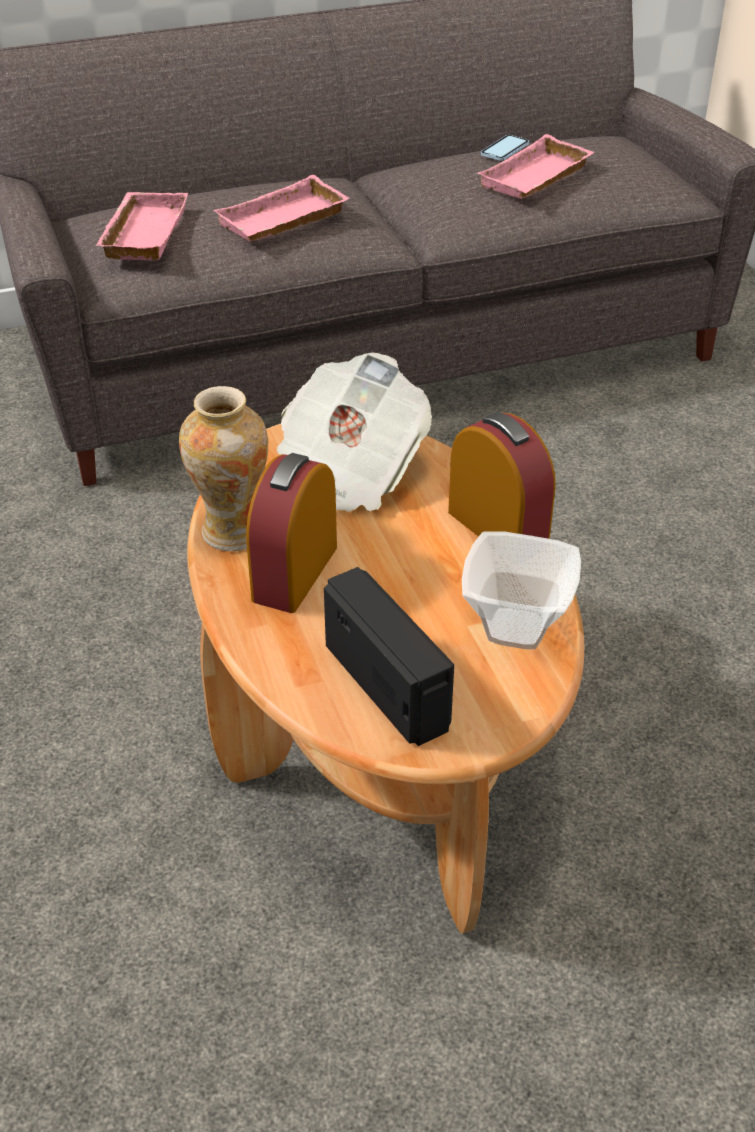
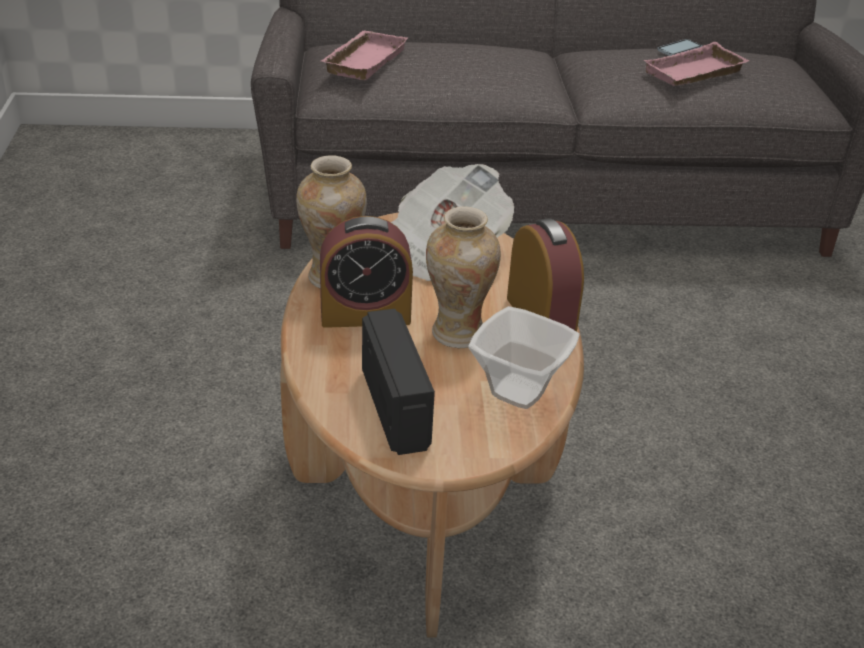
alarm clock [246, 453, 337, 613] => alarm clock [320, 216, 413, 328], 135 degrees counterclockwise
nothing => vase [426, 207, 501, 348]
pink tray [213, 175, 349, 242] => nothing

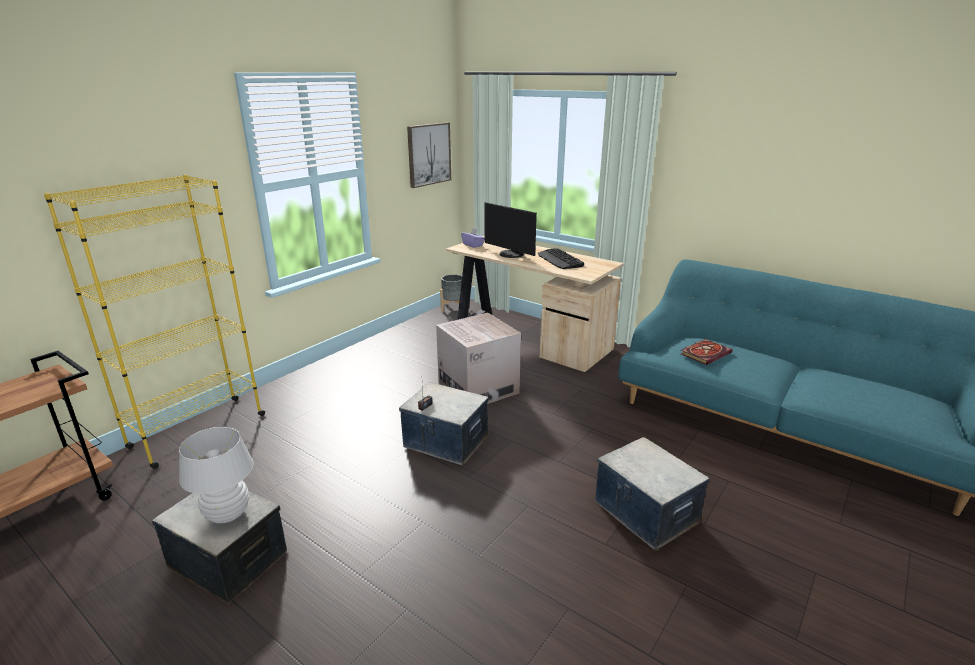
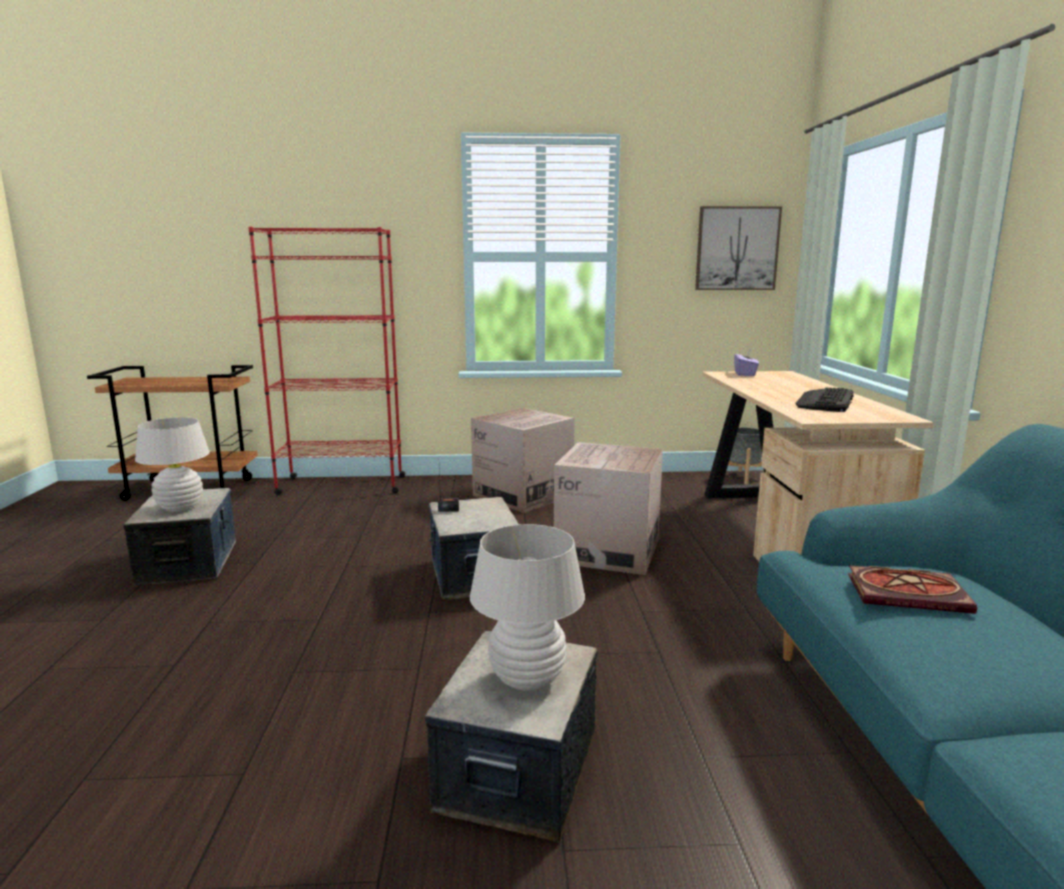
yellow bookcase [44, 174, 265, 469] => red bookcase [248, 227, 406, 495]
nothing => white table lamp [470, 524, 585, 691]
nothing => cardboard box [471, 408, 575, 513]
monitor [484, 202, 537, 258] => nothing

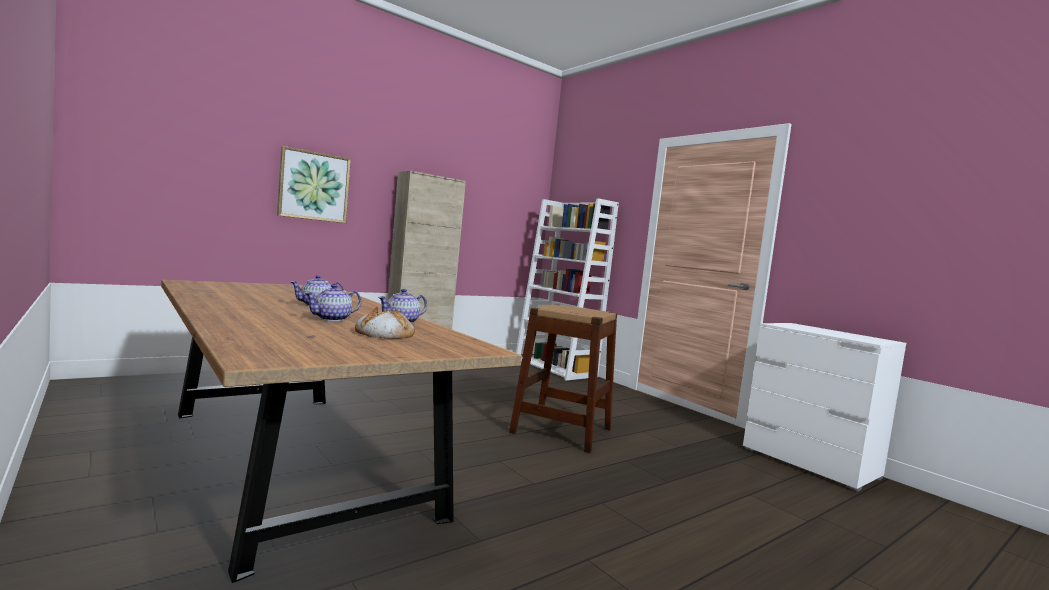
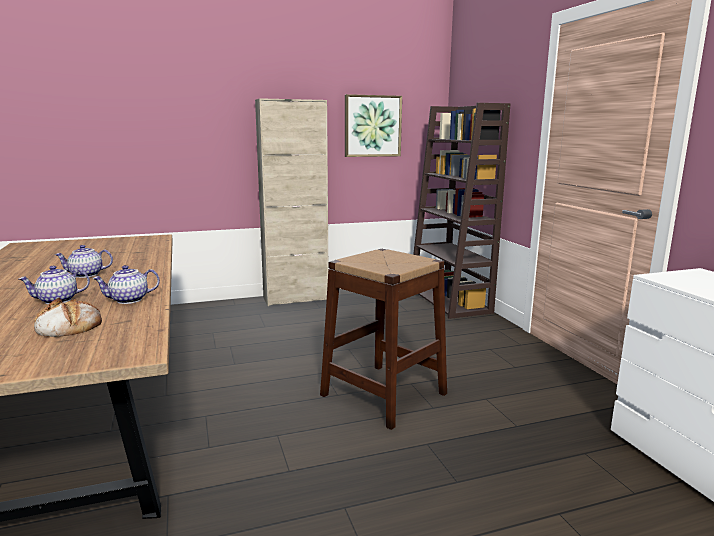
picture [277, 146, 351, 223] => picture [345, 94, 402, 157], move
white bookcase [516, 198, 619, 380] => brown bookcase [413, 103, 511, 319]

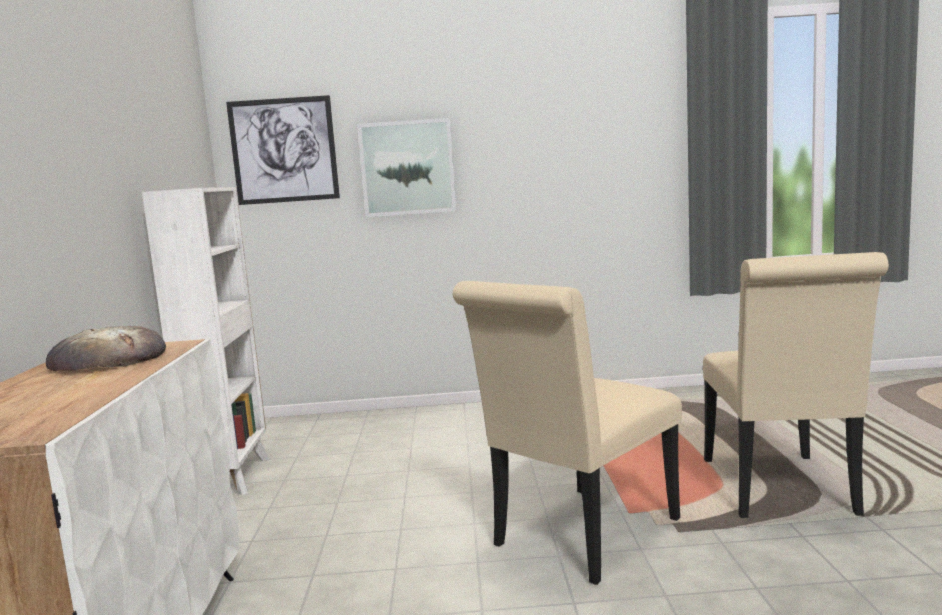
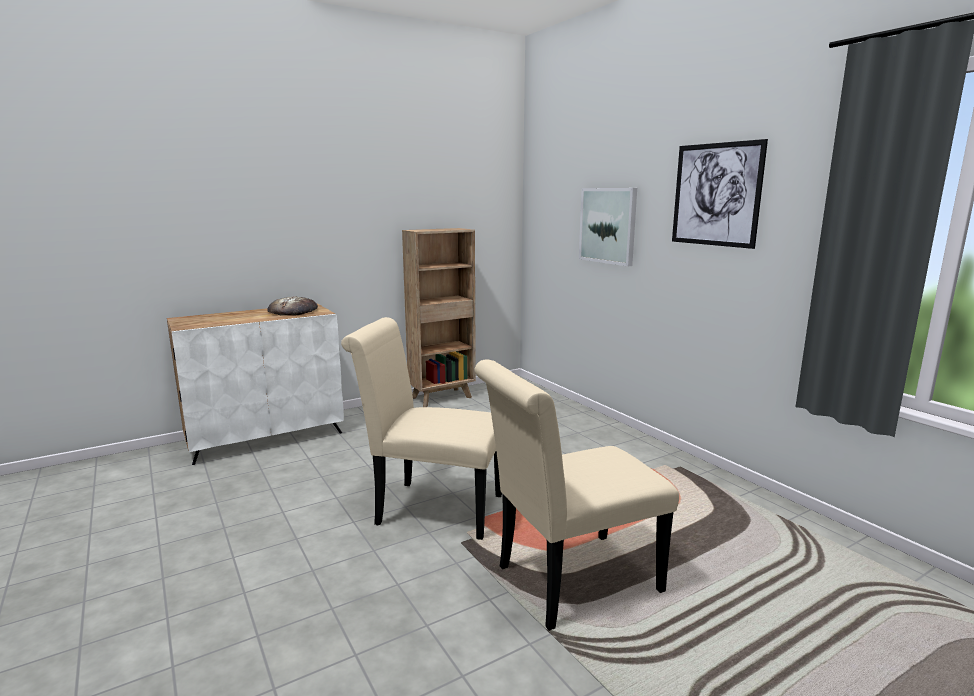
white bookcase [142, 187, 269, 495] => brown bookcase [402, 228, 476, 407]
picture [226, 95, 340, 205] => picture [672, 139, 768, 249], move

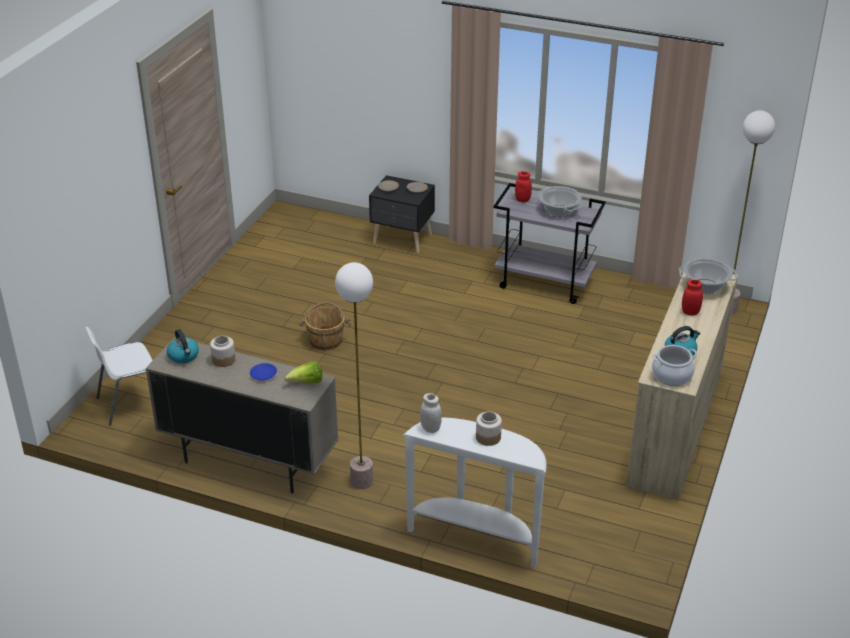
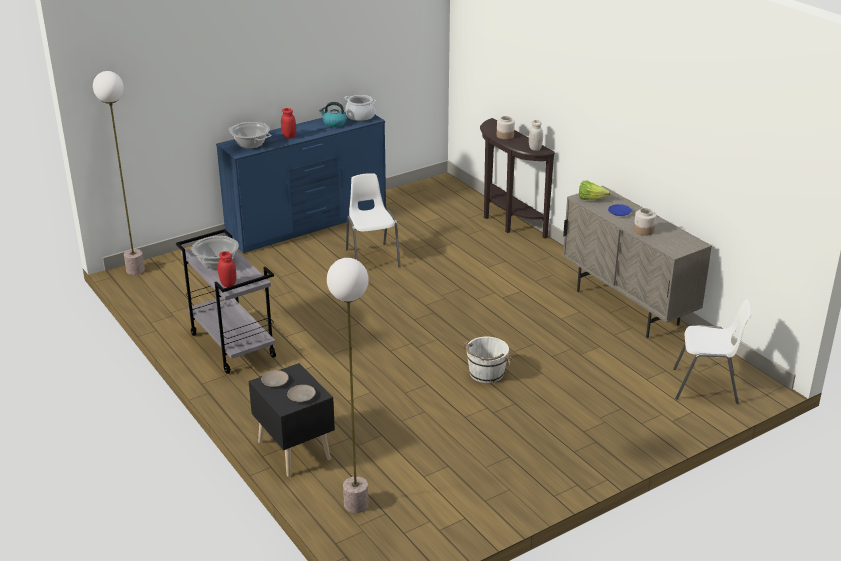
beige dresser [626, 272, 738, 500] => blue dresser [216, 112, 386, 254]
floor lamp [335, 262, 373, 489] => floor lamp [327, 258, 369, 513], move
nothing => white chair [346, 173, 401, 267]
brown bucket [299, 302, 351, 351] => white bucket [463, 337, 512, 383]
white console table [403, 418, 546, 568] => brown console table [480, 118, 555, 239]
kettle [167, 329, 199, 364] => nothing

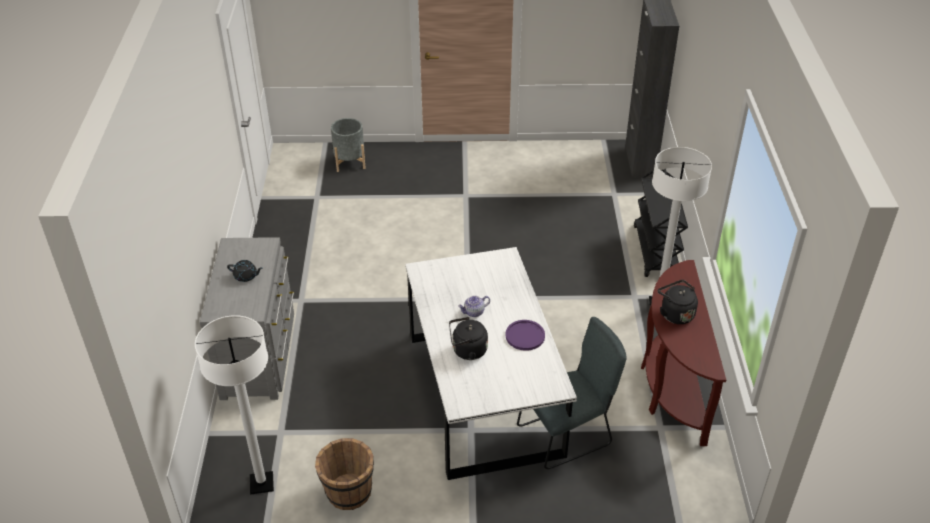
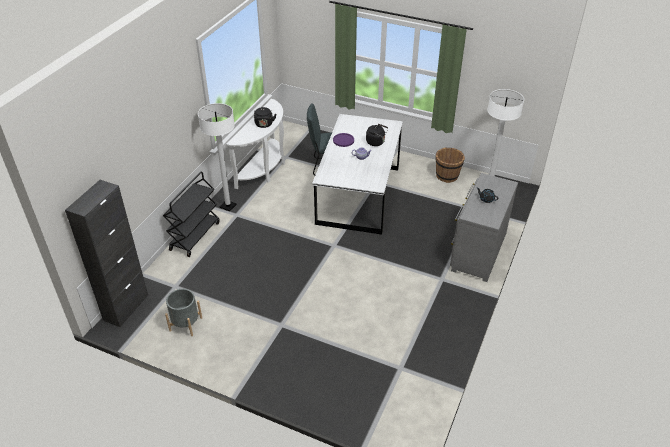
grey planter [331, 118, 366, 172] => grey planter [165, 289, 202, 336], move
brown console table [641, 260, 726, 446] => white console table [226, 99, 285, 189]

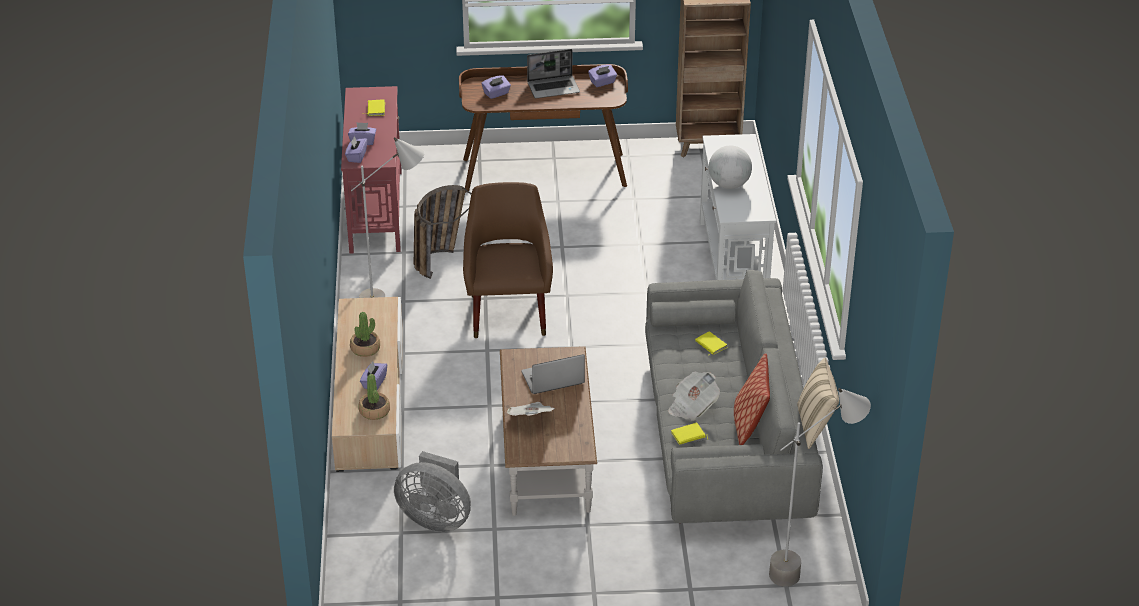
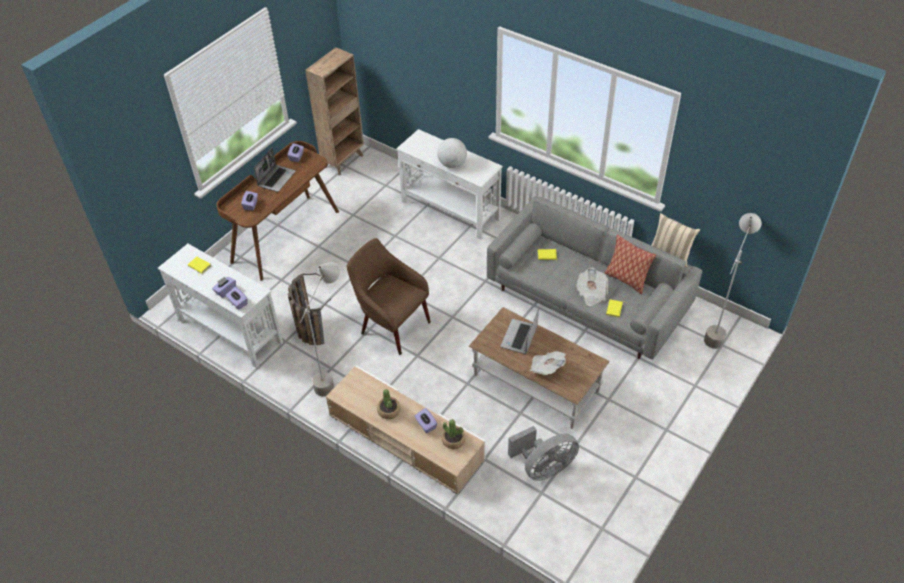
red console table [341, 86, 402, 254] => white console table [158, 244, 283, 368]

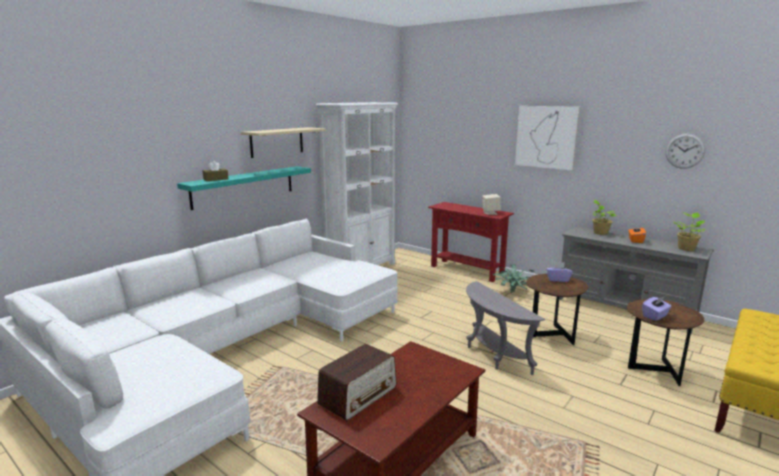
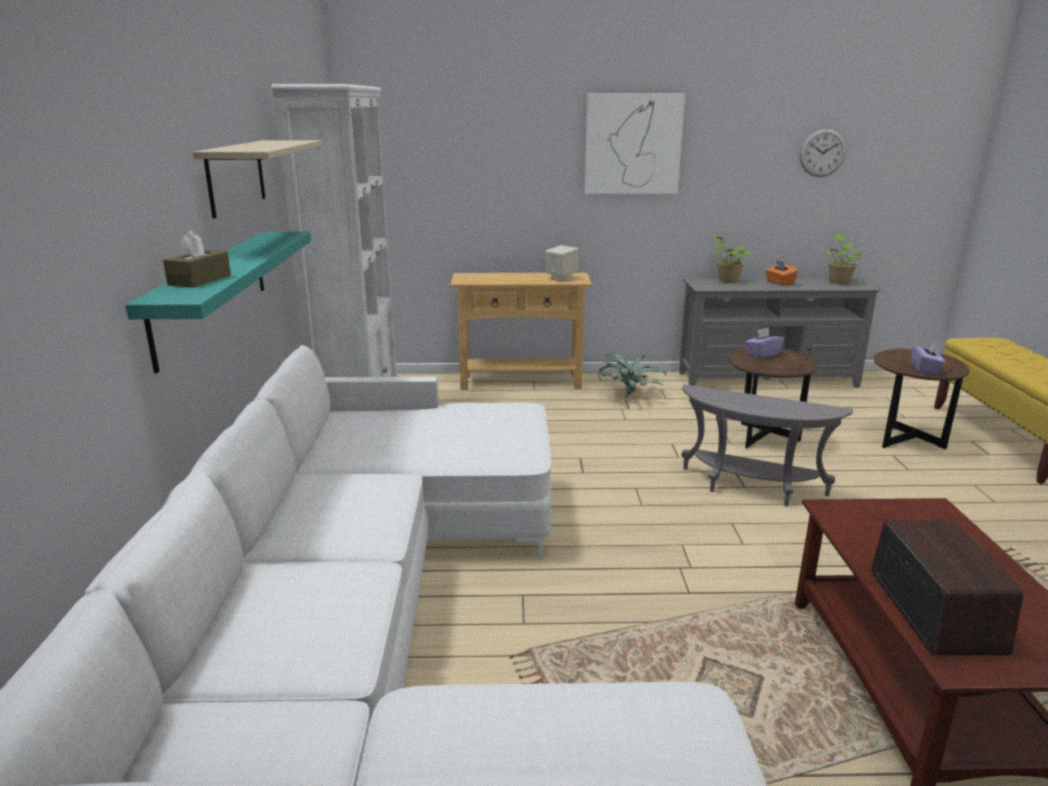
red console table [428, 202, 514, 282] => beige console table [450, 273, 592, 390]

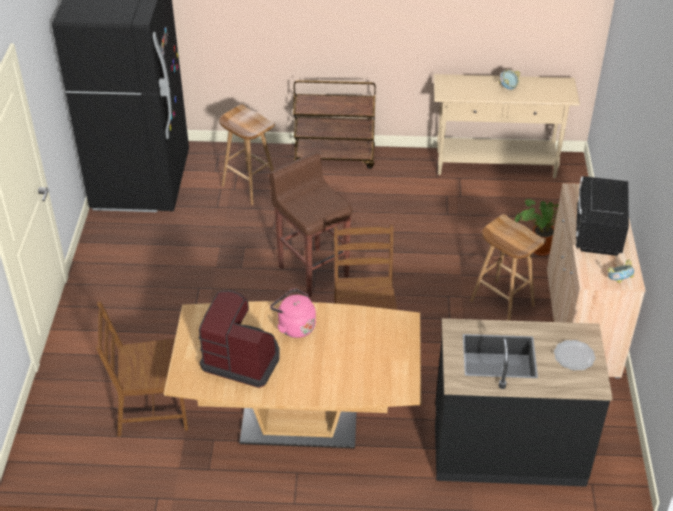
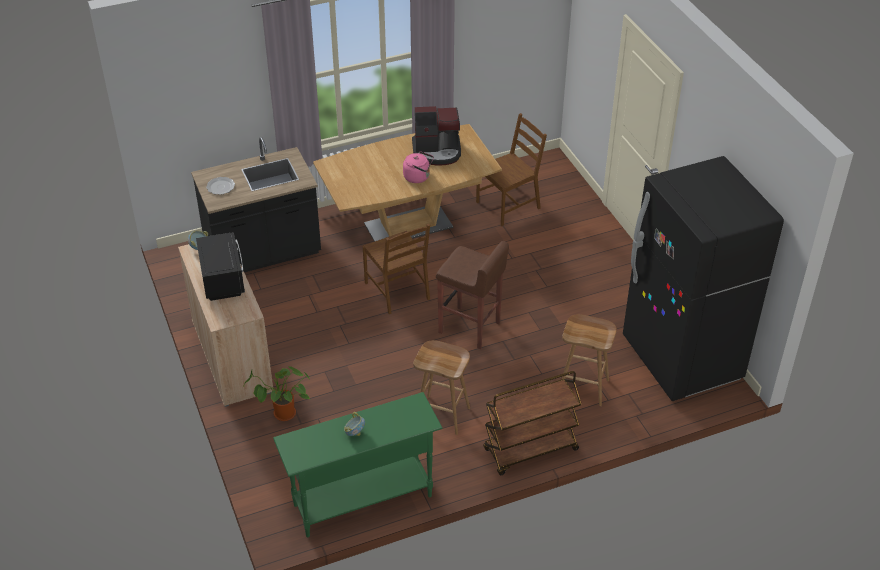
beige console table [433, 74, 580, 178] => green console table [273, 392, 442, 537]
brown stool [470, 214, 546, 321] => brown stool [413, 340, 470, 435], move

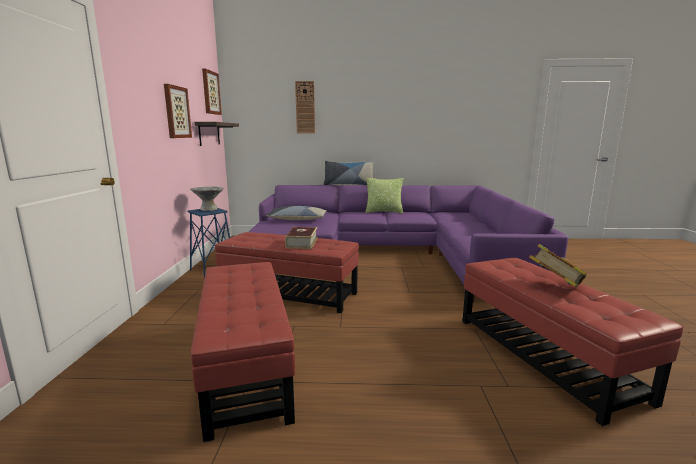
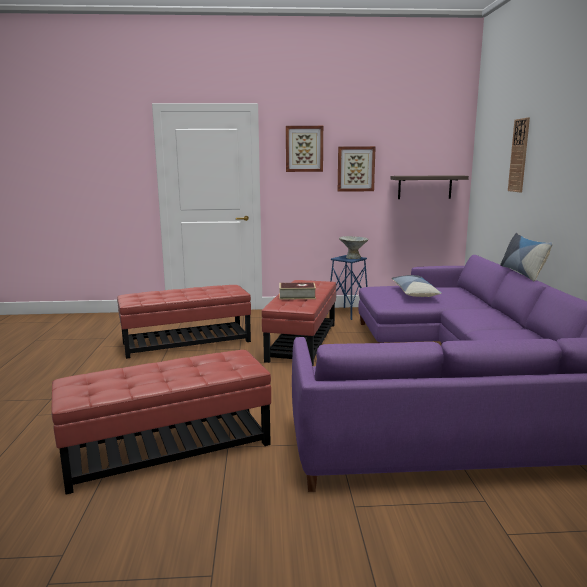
picture [202, 69, 222, 115] => picture [286, 126, 323, 172], move
pillow [365, 178, 403, 214] => nothing
book [529, 244, 587, 287] => nothing

